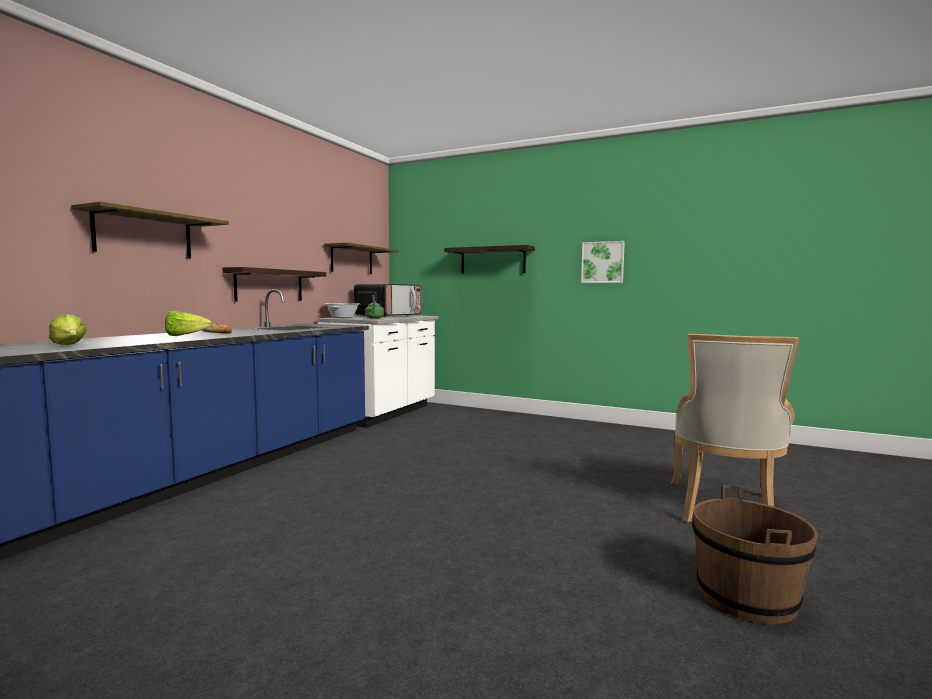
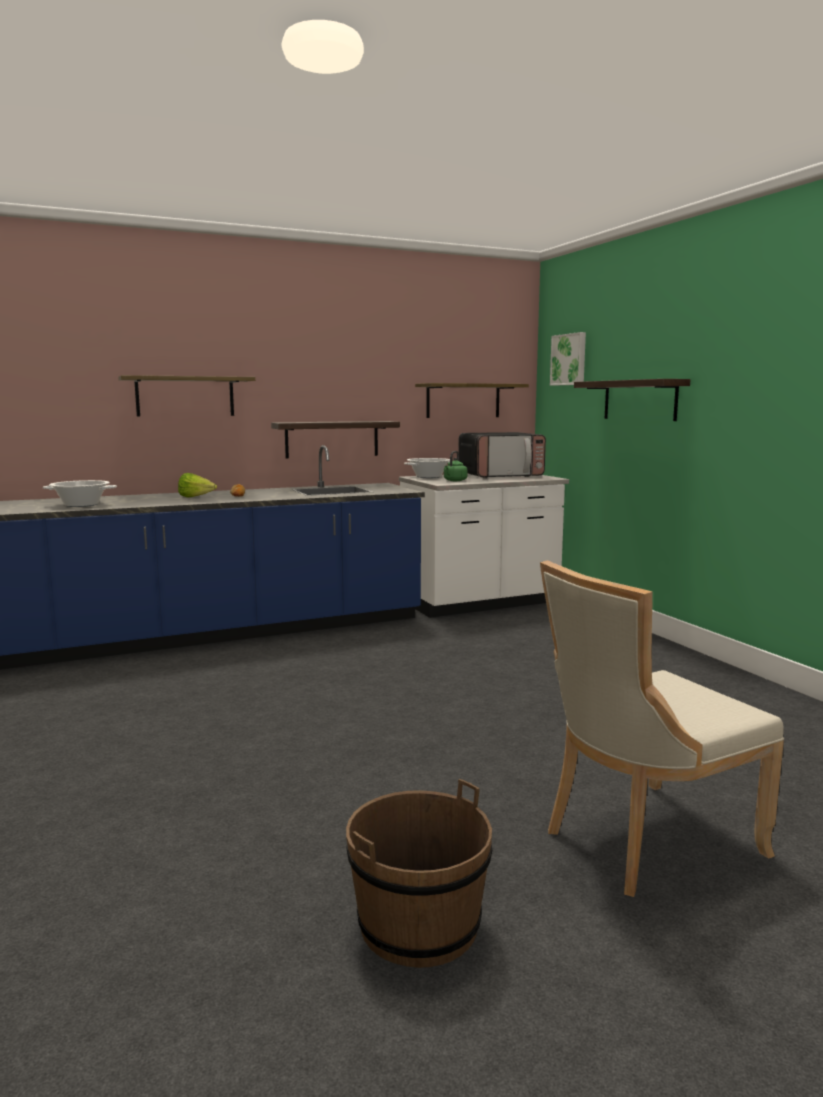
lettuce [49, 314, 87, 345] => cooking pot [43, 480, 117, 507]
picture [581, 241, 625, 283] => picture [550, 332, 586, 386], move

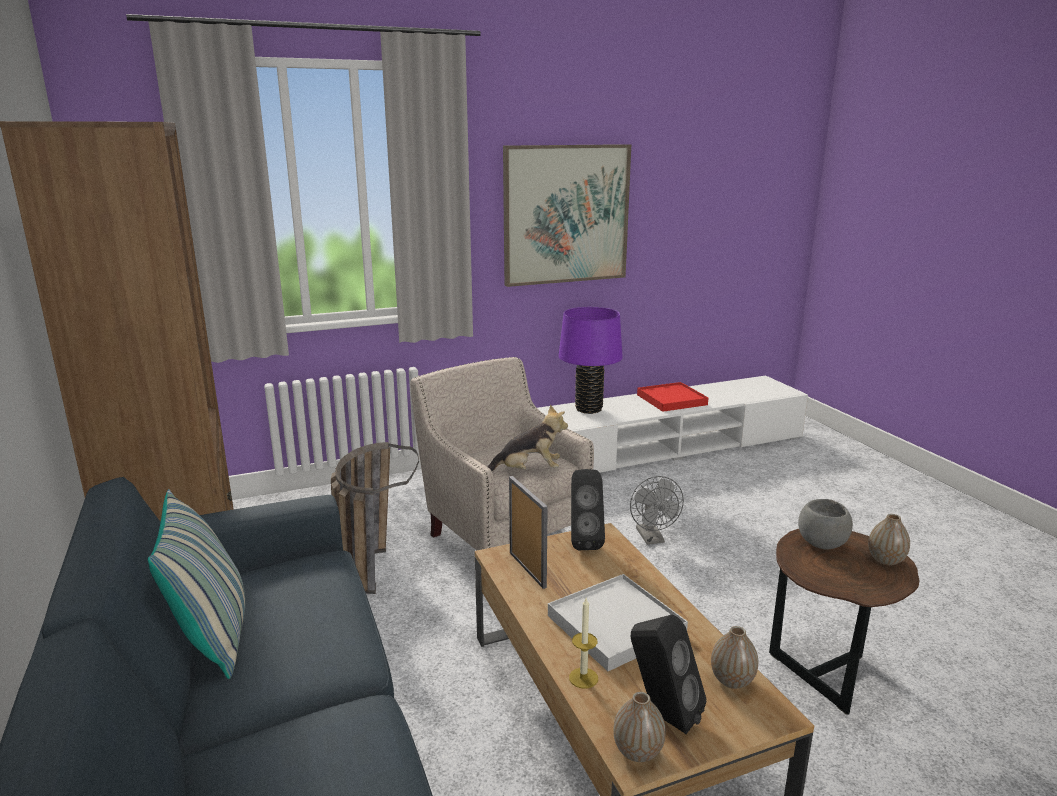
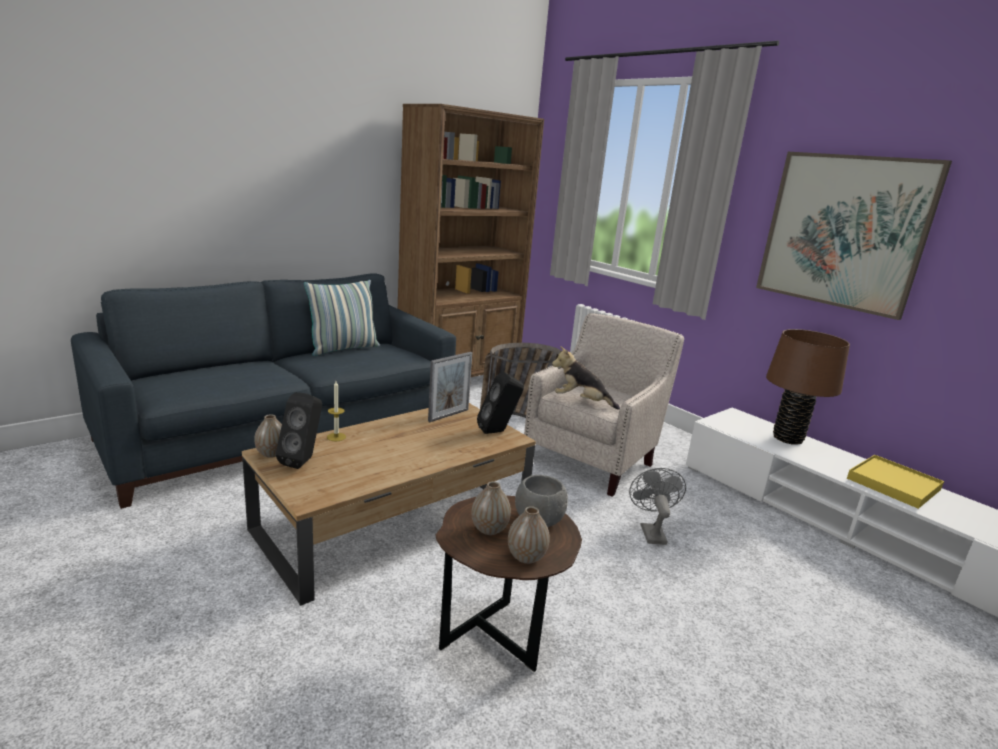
vase [711, 626, 758, 689] => vase [472, 481, 511, 535], move
plush toy [488, 405, 568, 471] => plush toy [552, 346, 620, 410], 135 degrees clockwise
grey fan [630, 476, 684, 545] => grey fan [629, 468, 686, 545], 120 degrees clockwise
purple table lamp [559, 307, 623, 414] => brown table lamp [766, 329, 850, 445]
red tray [637, 382, 708, 412] => yellow tray [847, 455, 944, 509]
white tray [548, 574, 688, 671] => nothing

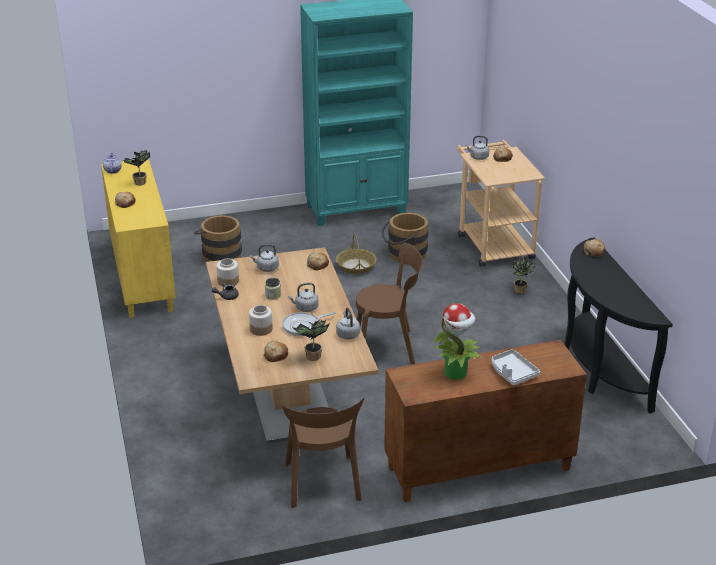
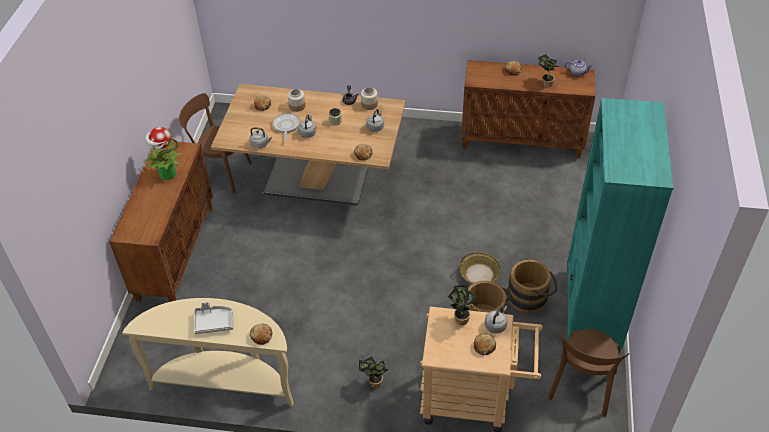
black console table [564, 237, 673, 413] => beige console table [122, 298, 294, 407]
grey tray [491, 349, 540, 385] => grey tray [194, 302, 233, 334], move
potted plant [292, 320, 330, 361] => potted plant [448, 284, 477, 325], move
yellow cabinet [101, 159, 176, 318] => brown cabinet [461, 60, 596, 158]
brown bucket [194, 215, 242, 262] => brown bucket [508, 258, 557, 313], move
brown chair [356, 243, 423, 364] => brown chair [548, 329, 630, 417], move

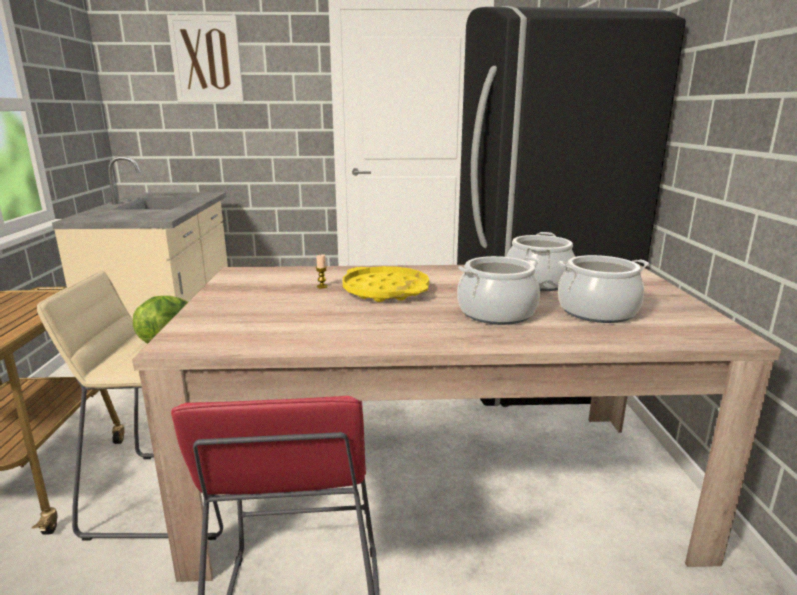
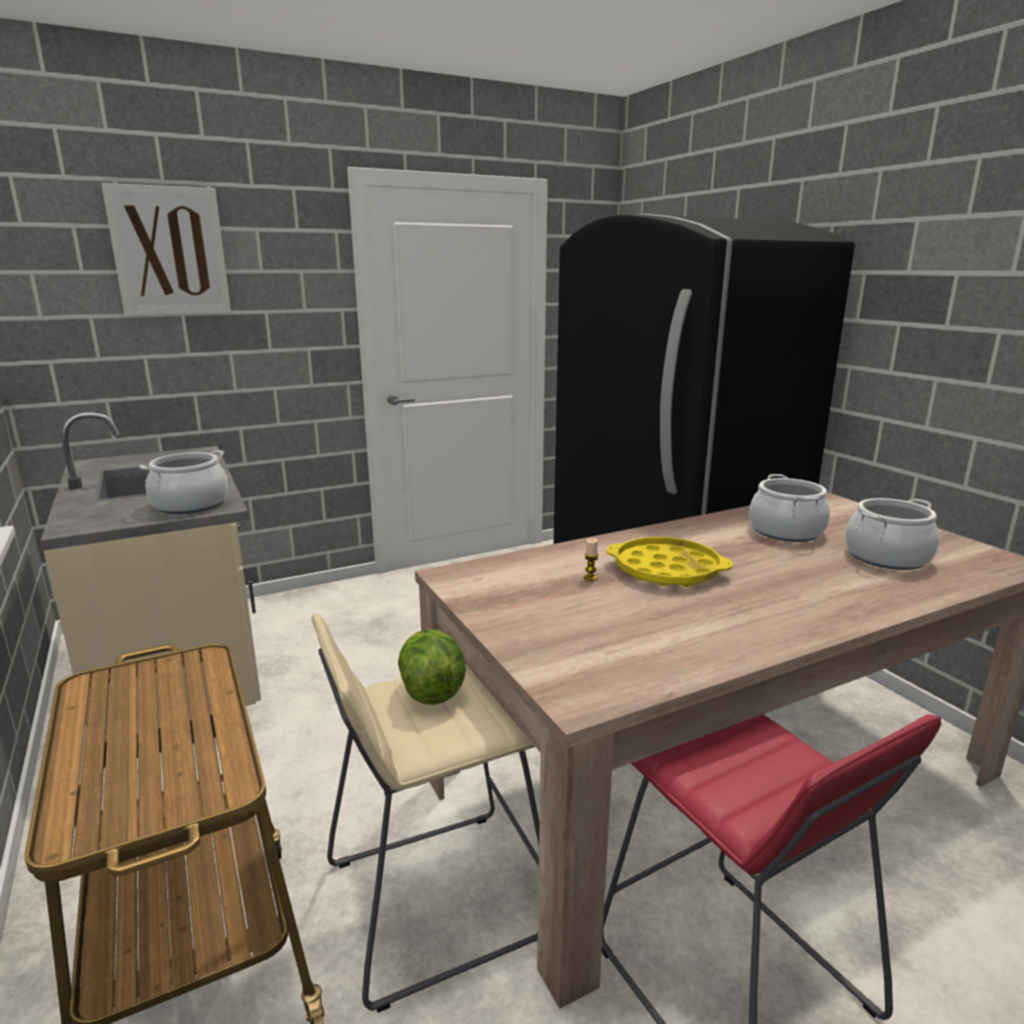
cooking pot [457, 256, 540, 325] => cooking pot [139, 450, 228, 514], move

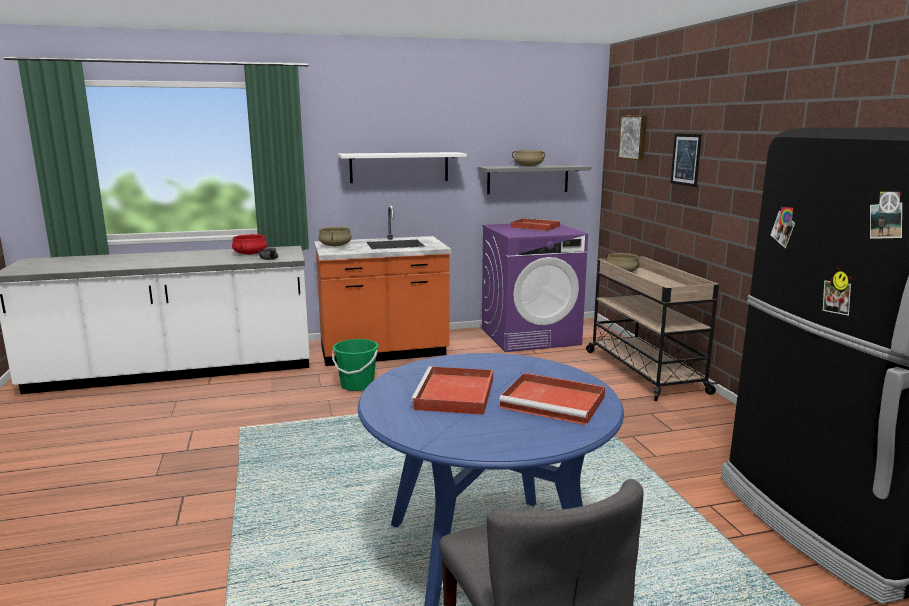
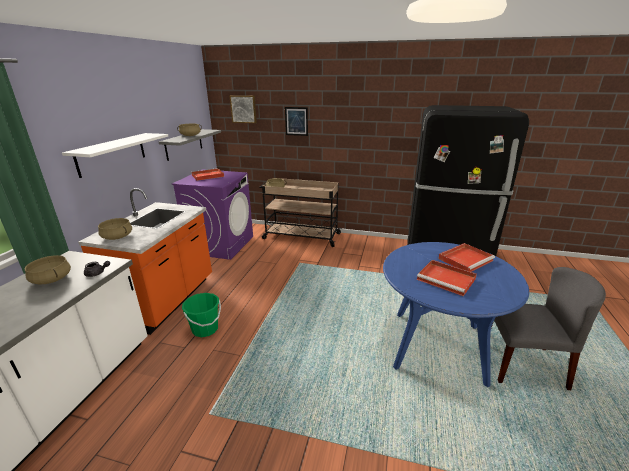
red cooking pot [232, 234, 267, 255] => beige cooking pot [24, 255, 71, 284]

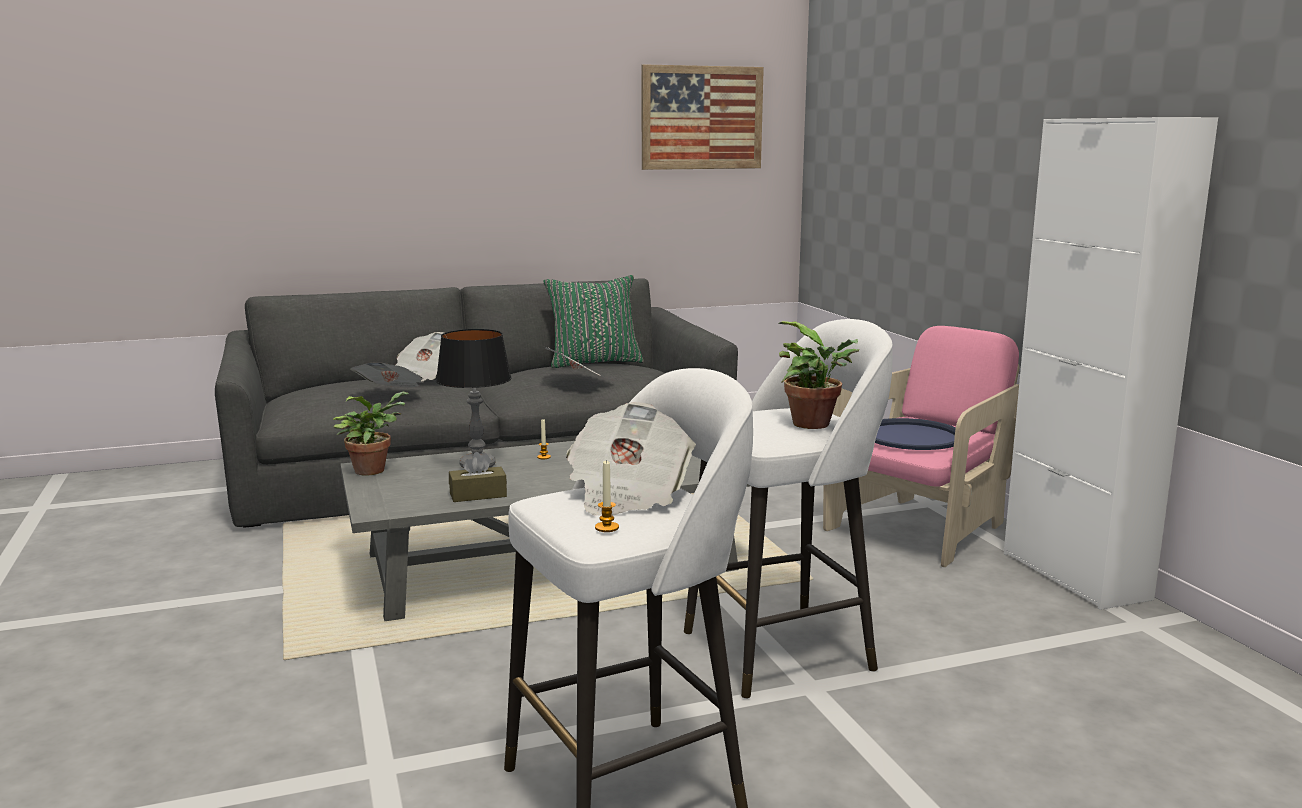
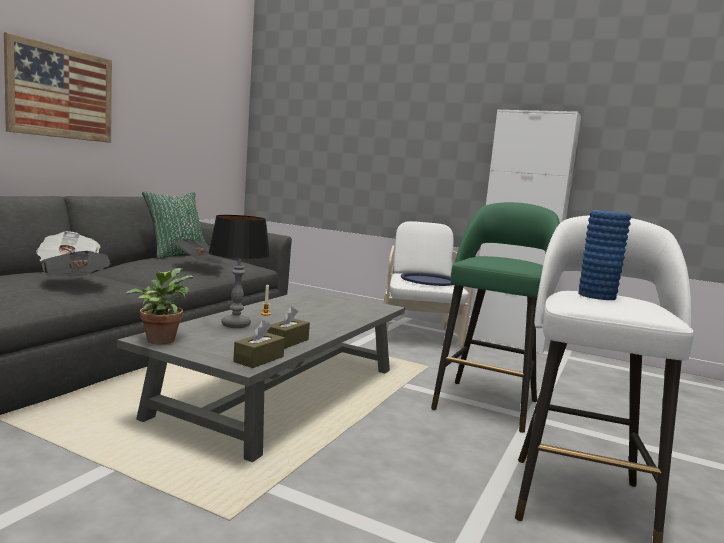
picture [641, 64, 764, 170] => picture [4, 32, 112, 143], move
nothing => brown tissue box [233, 320, 285, 368]
pink armchair [823, 326, 1020, 567] => white armchair [384, 221, 473, 349]
white stool [684, 319, 893, 699] => green stool [431, 202, 560, 433]
newspaper [566, 402, 696, 516] => blue vase [578, 210, 631, 300]
candle [595, 460, 619, 532] => nothing
potted plant [778, 321, 859, 429] => nothing

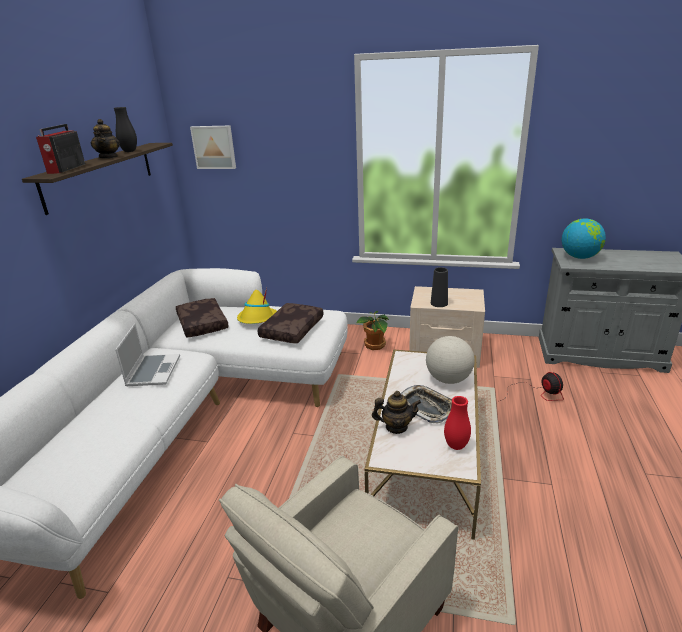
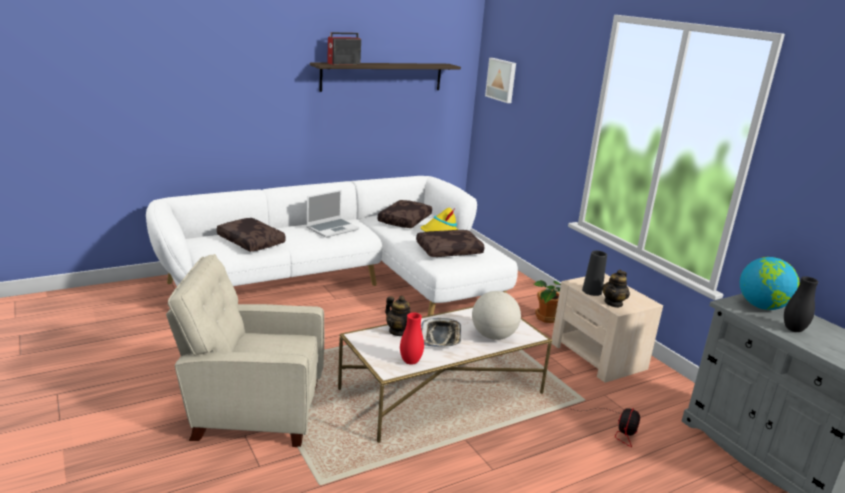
nothing => brown pillow [217, 218, 286, 252]
teapot [91, 119, 120, 158] => teapot [602, 269, 630, 308], move
black vase [114, 107, 137, 152] => black vase [784, 276, 818, 332], move

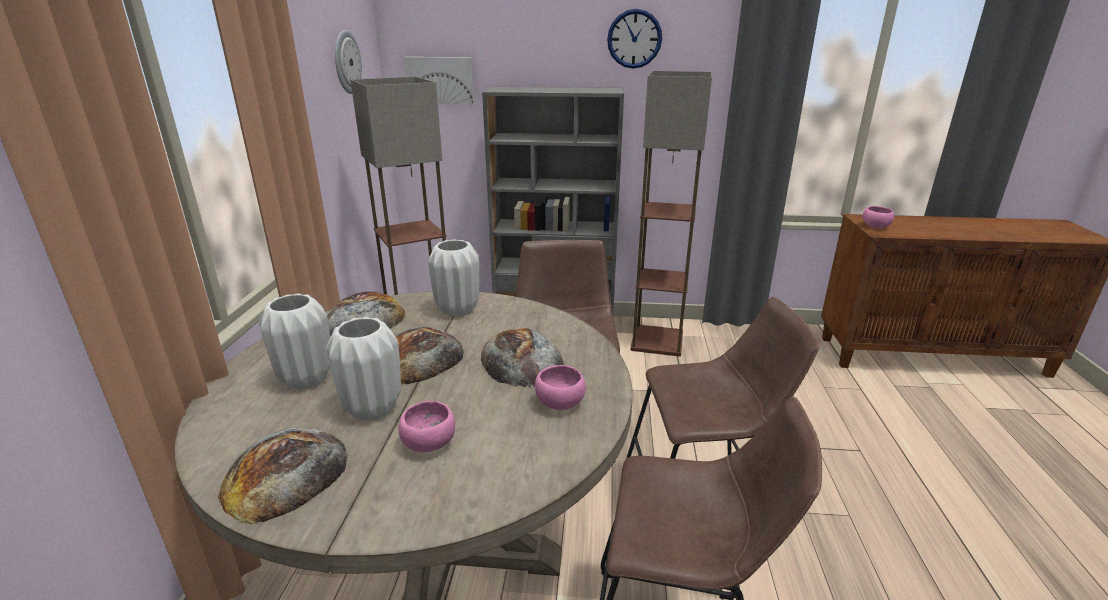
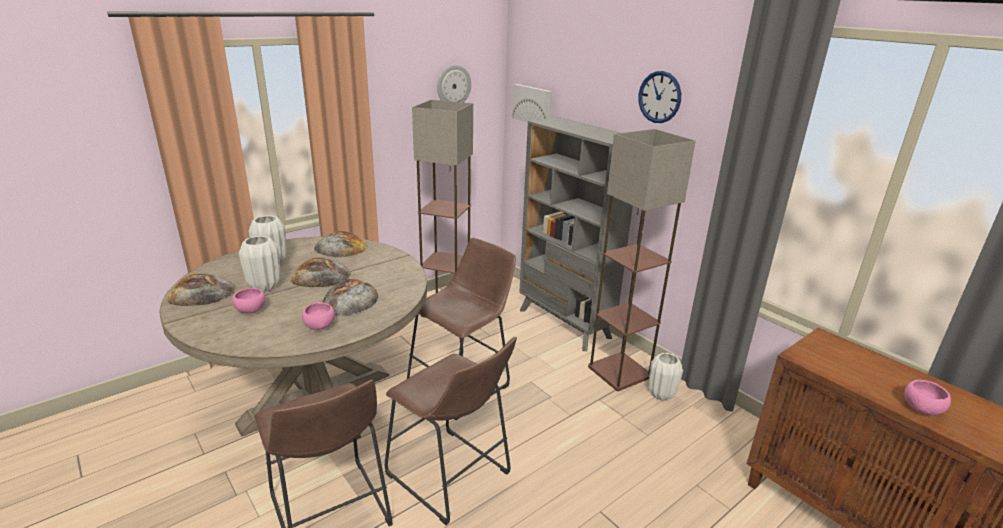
white vase [428, 239, 479, 317] => white vase [649, 353, 683, 401], move
pink bowl [863, 206, 894, 228] => pink bowl [904, 380, 951, 415], move

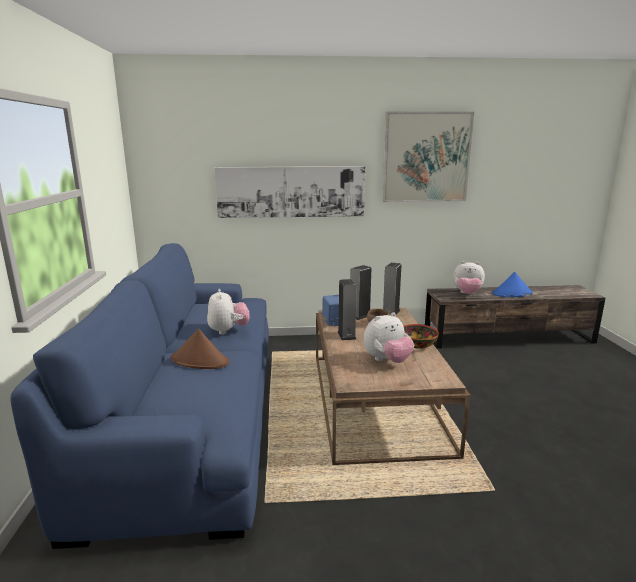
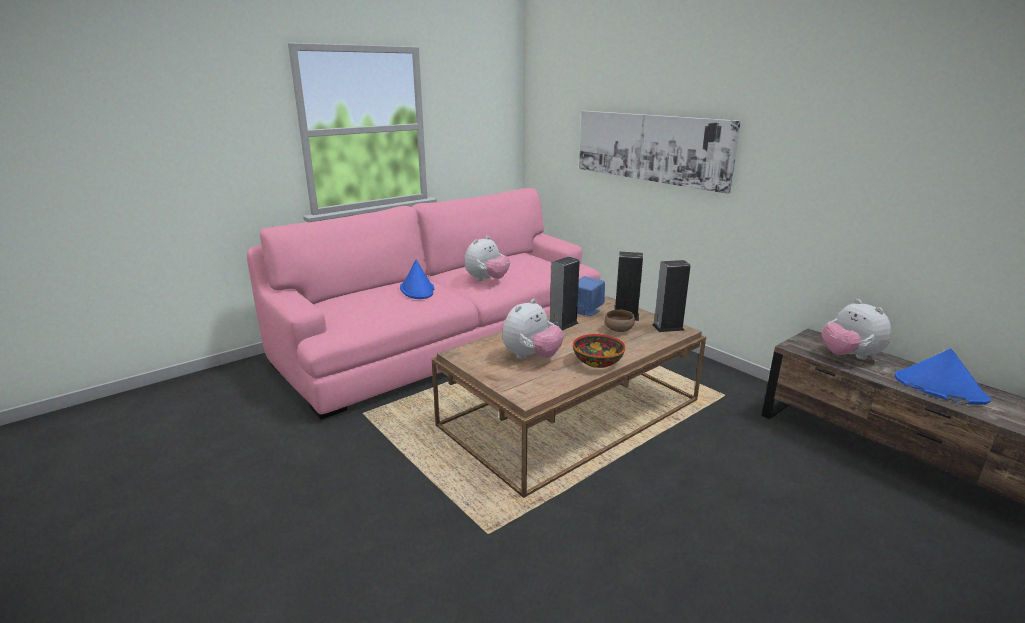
blue sofa [10, 243, 269, 549] => pink sofa [247, 188, 600, 420]
brown hat [171, 329, 229, 369] => blue hat [400, 260, 434, 299]
plush toy [363, 312, 414, 363] => plush toy [502, 299, 564, 359], 75 degrees counterclockwise
picture [382, 112, 474, 202] => nothing

